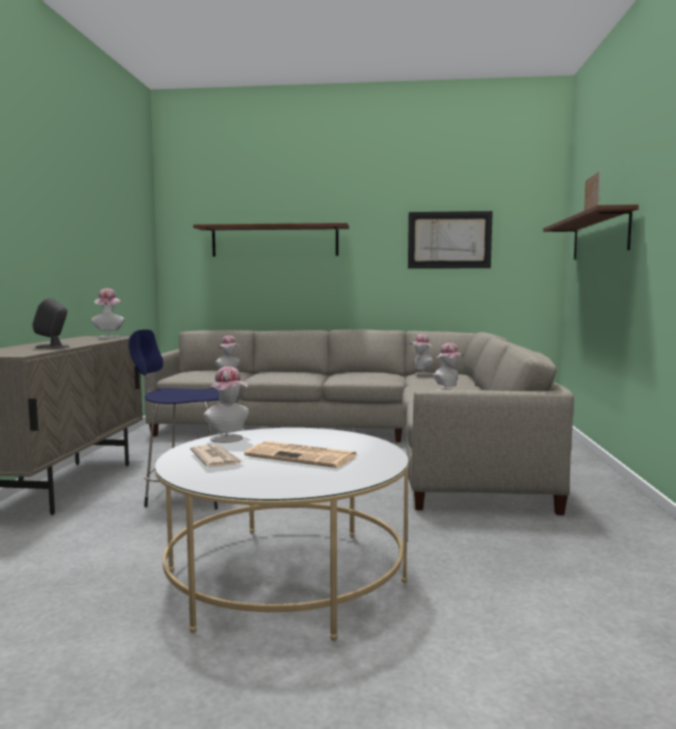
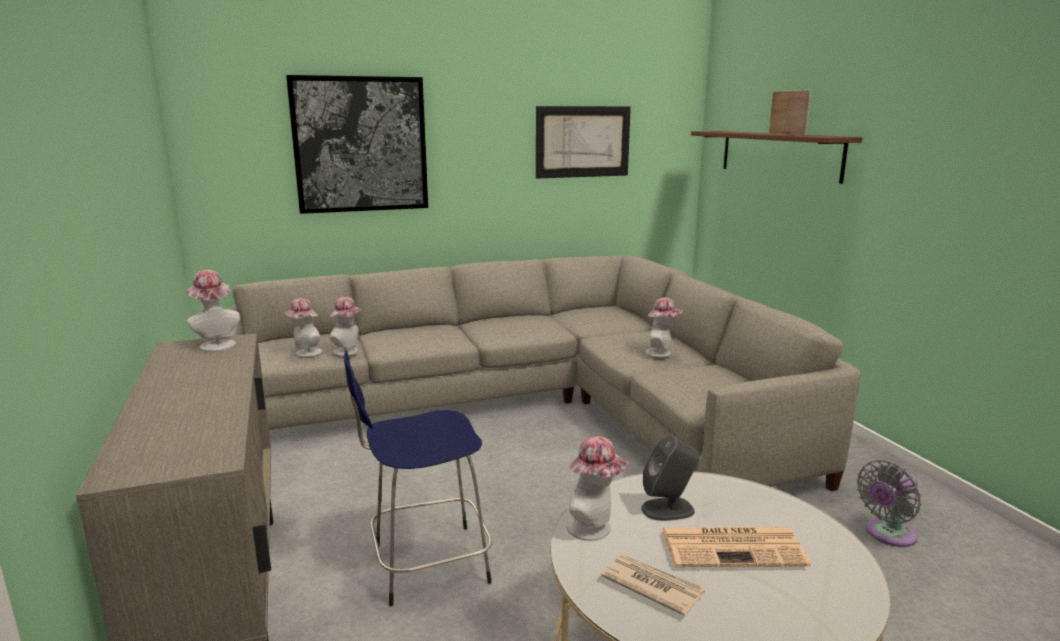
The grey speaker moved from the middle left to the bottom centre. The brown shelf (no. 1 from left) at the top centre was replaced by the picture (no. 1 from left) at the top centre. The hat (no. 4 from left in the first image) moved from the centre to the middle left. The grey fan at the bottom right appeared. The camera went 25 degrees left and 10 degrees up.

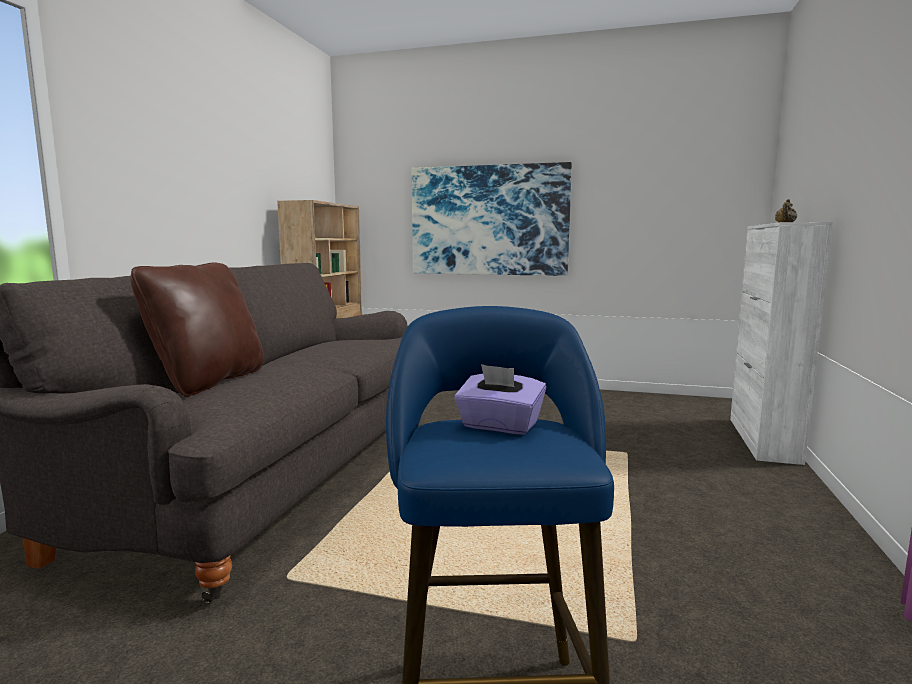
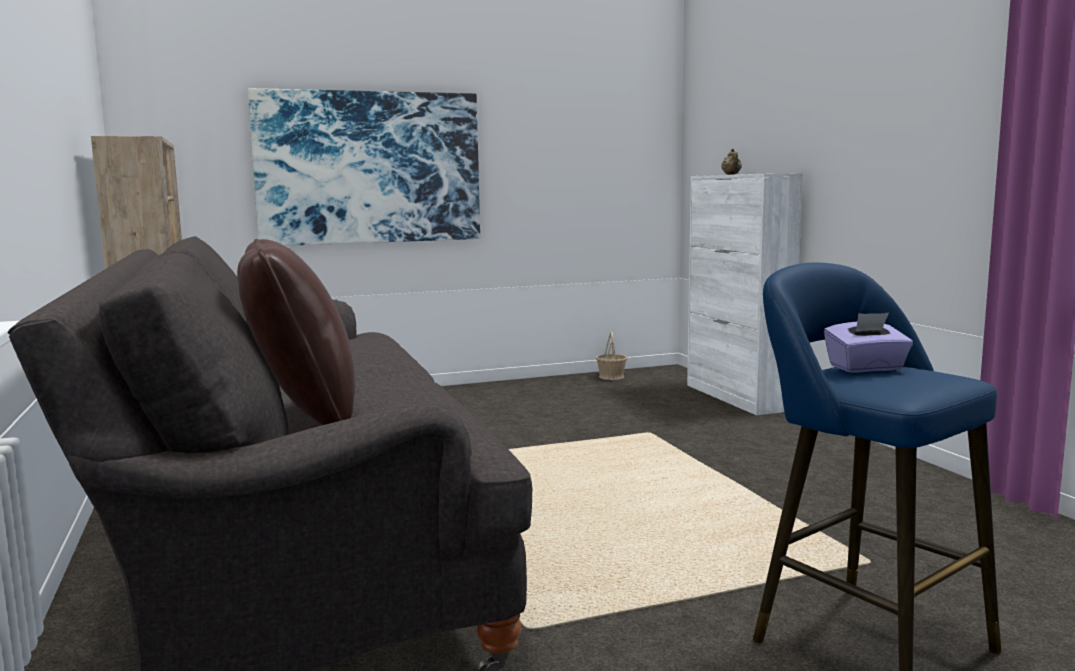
The basket at the centre appeared. The camera went 35 degrees left and 0 degrees up.

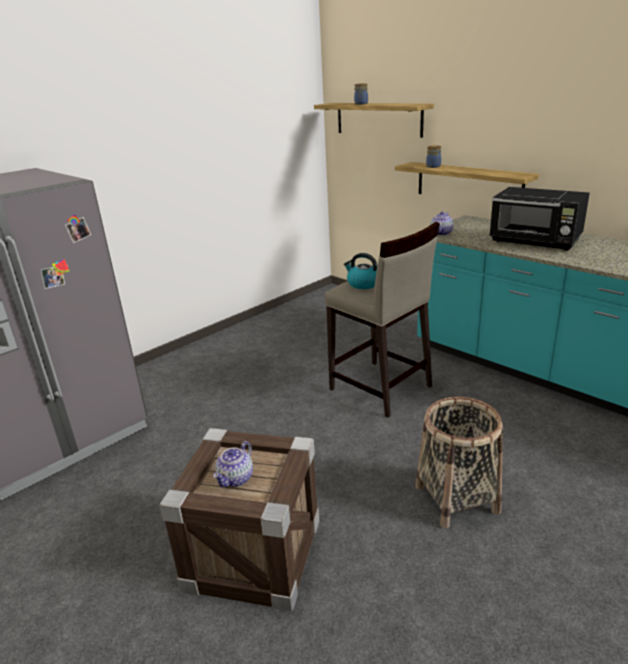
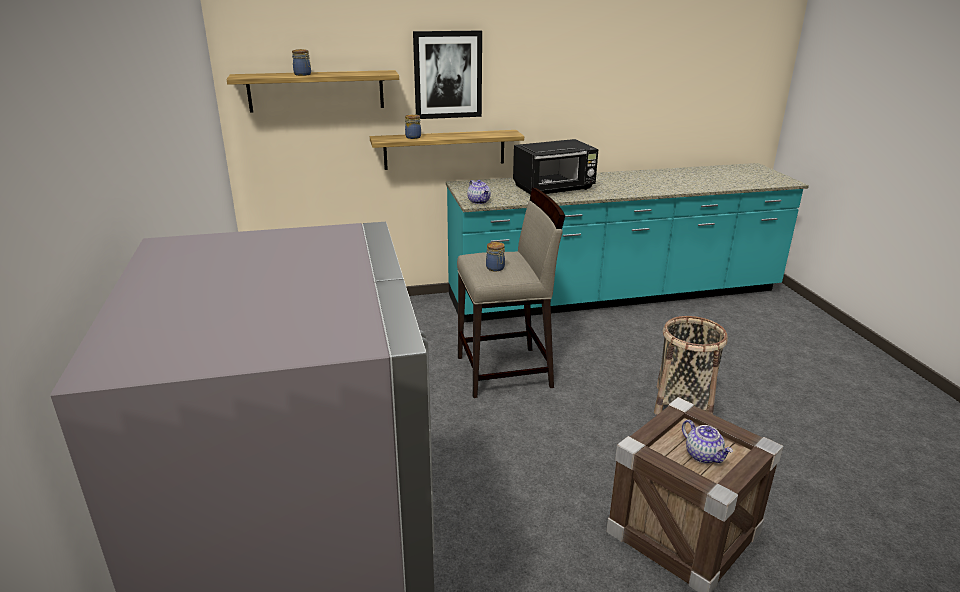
The kettle at the centre was replaced by the jar (no. 3 from left) at the centre. The picture at the top centre appeared. The camera went 60 degrees left and 0 degrees up.

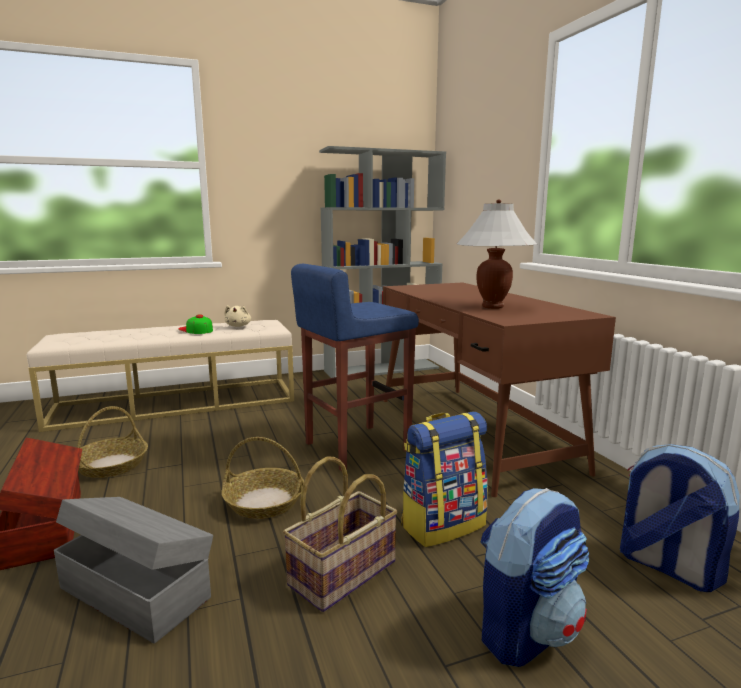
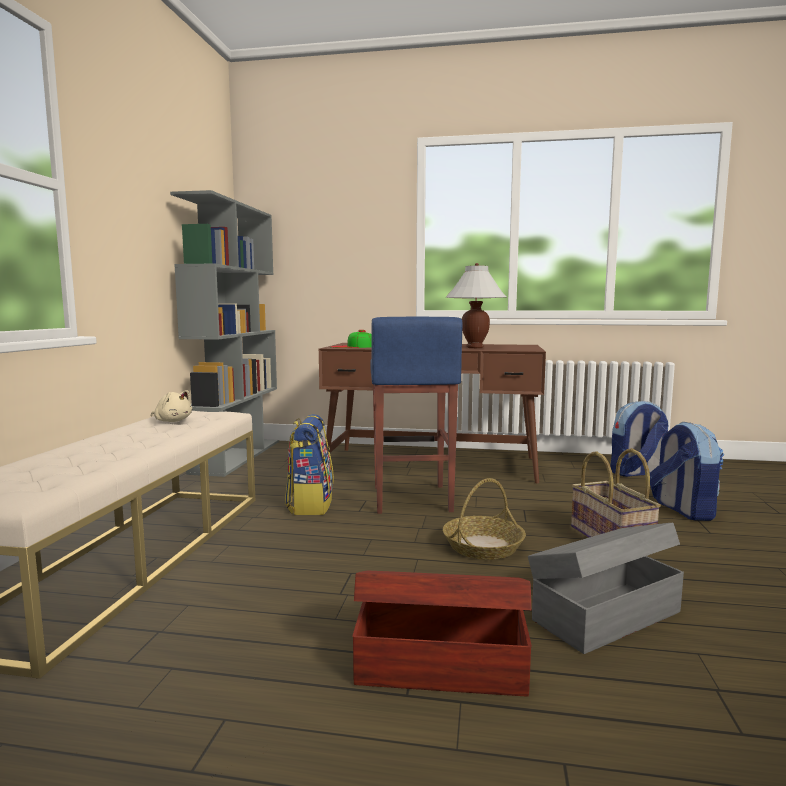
The basket (no. 1 from left) at the middle left disappeared. The cap moved from the middle left to the centre. The backpack (no. 1 from left) moved from the bottom centre to the centre. The camera went 60 degrees left and 5 degrees down.

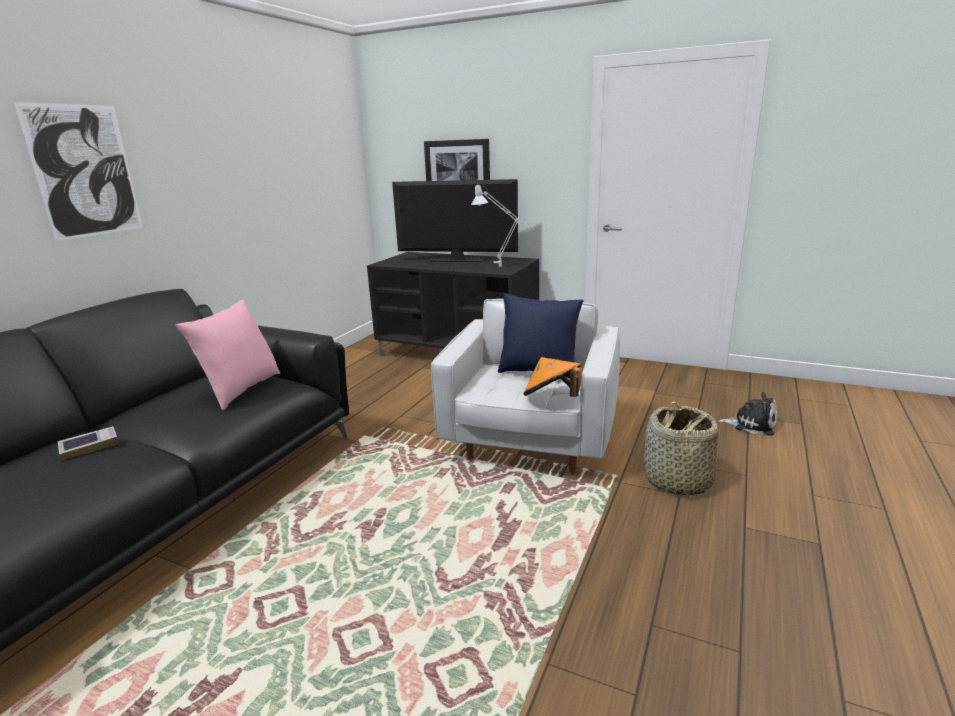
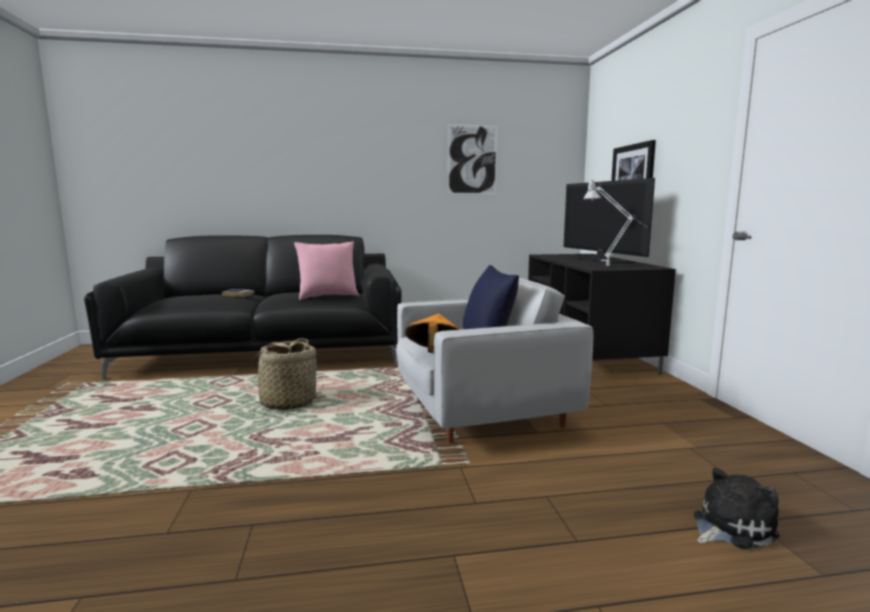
The picture (no. 1 from left) moved from the top left to the top centre. The basket moved from the middle right to the middle left. The plush toy at the middle right turned 105 degrees counterclockwise. The camera went 55 degrees right and 10 degrees down.

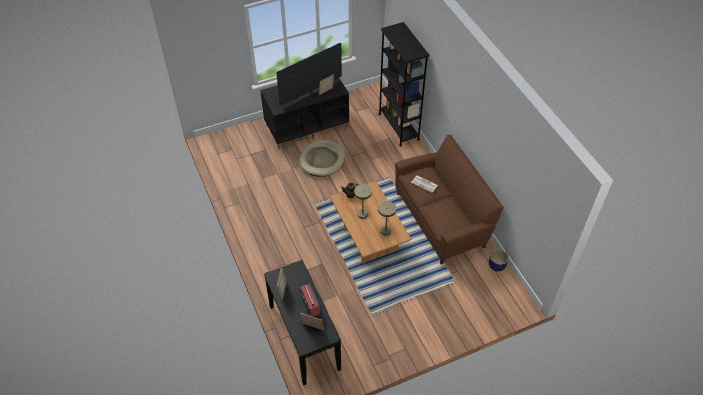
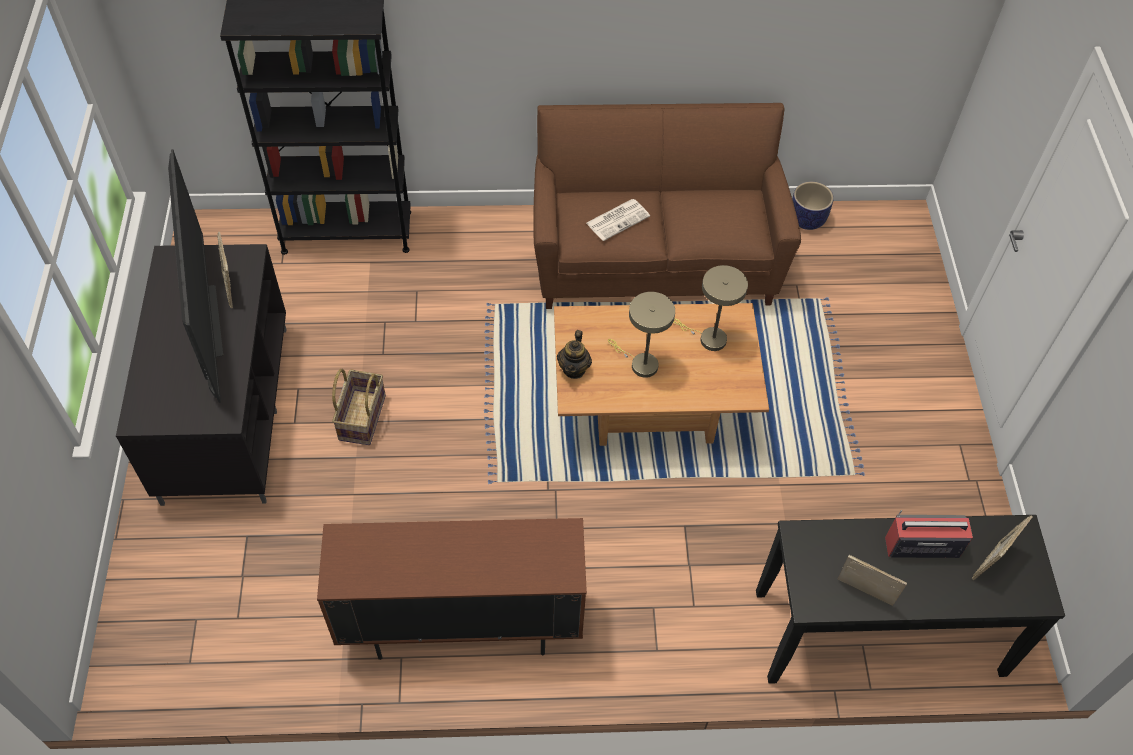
The beige dog bed at the centre was replaced by the basket at the middle left. The brown cabinet at the bottom centre appeared. The camera went 70 degrees left and 5 degrees up.

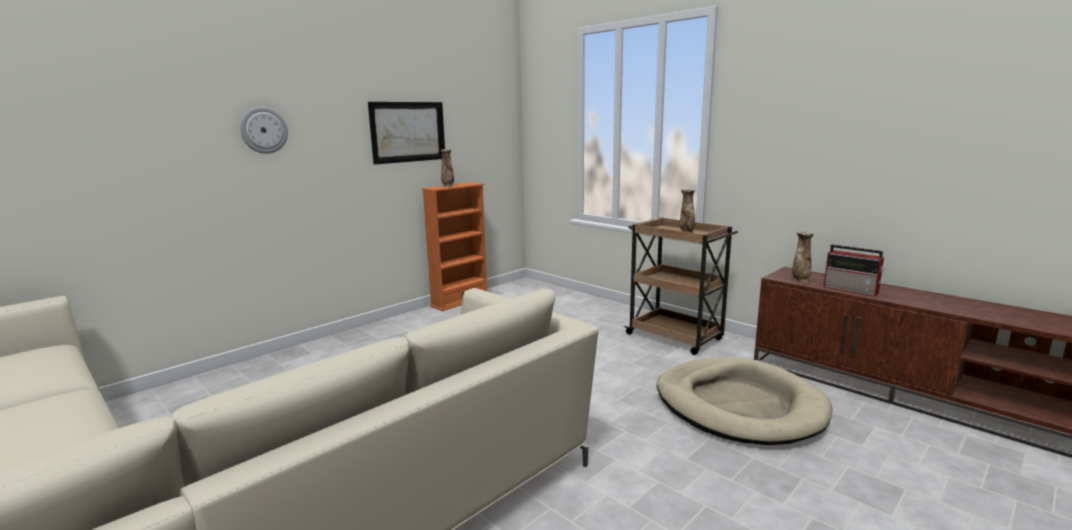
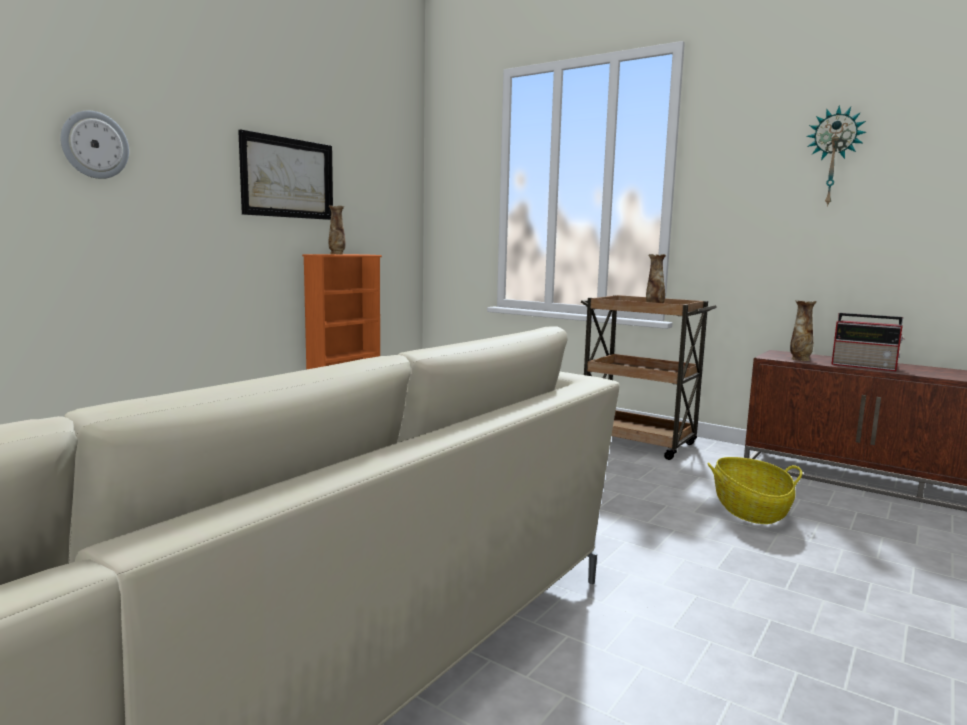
The beige dog bed at the bottom right was replaced by the basket at the bottom right. The wall clock (no. 2 from left) at the top right appeared. The camera went 10 degrees left and 5 degrees down.

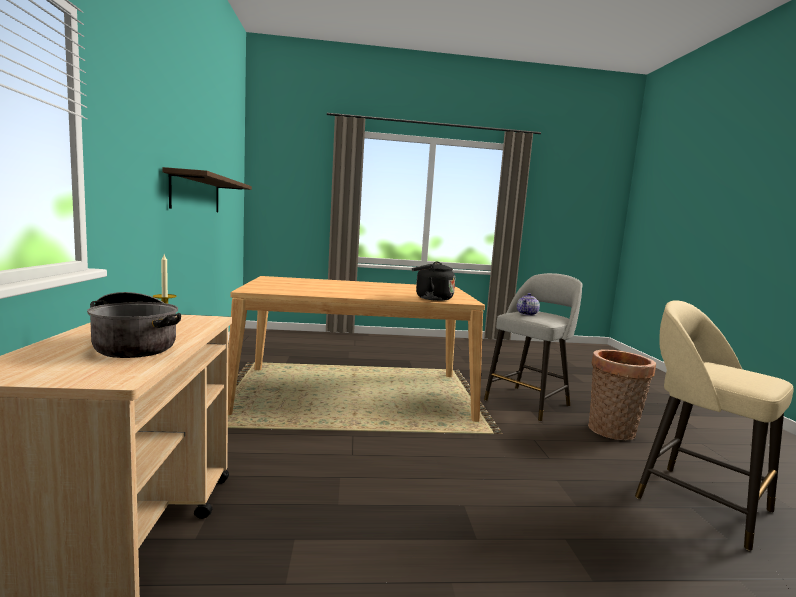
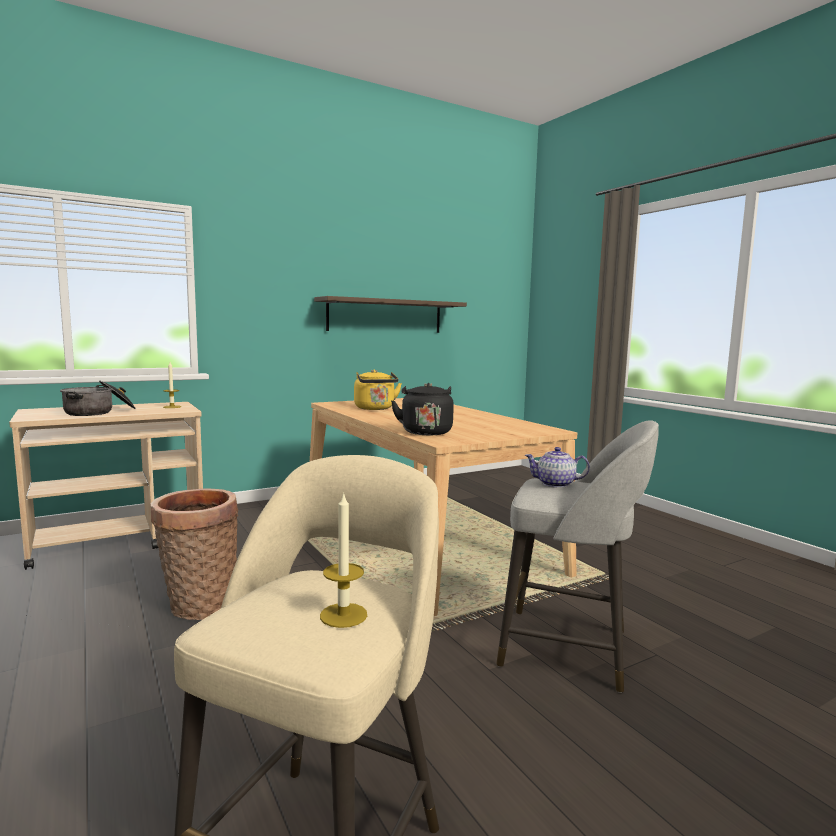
The basket moved from the middle right to the middle left. The candle (no. 2 from left) at the bottom centre appeared. The yellow kettle at the centre appeared. The camera went 65 degrees right and 0 degrees up.

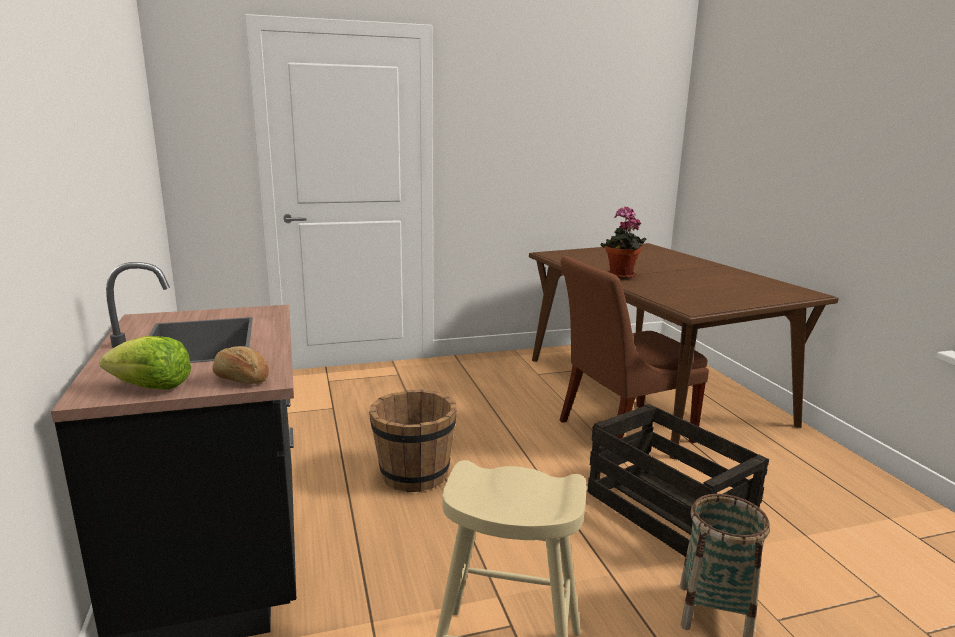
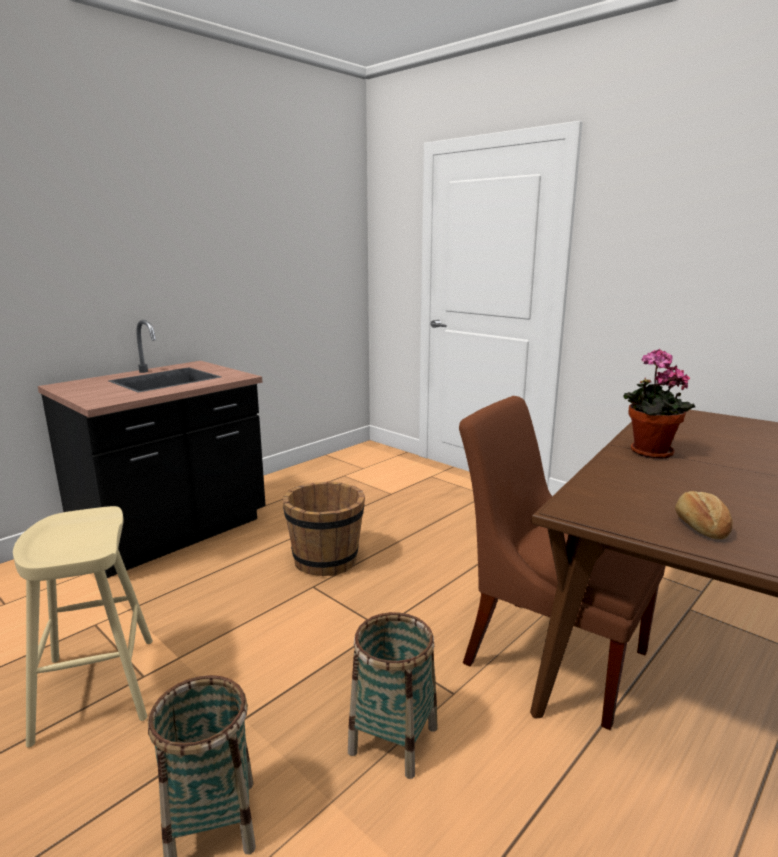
The lettuce at the middle left disappeared. The bread moved from the middle left to the middle right. The crate at the bottom right was replaced by the basket (no. 2 from left) at the bottom centre. The camera went 60 degrees right and 0 degrees up.

